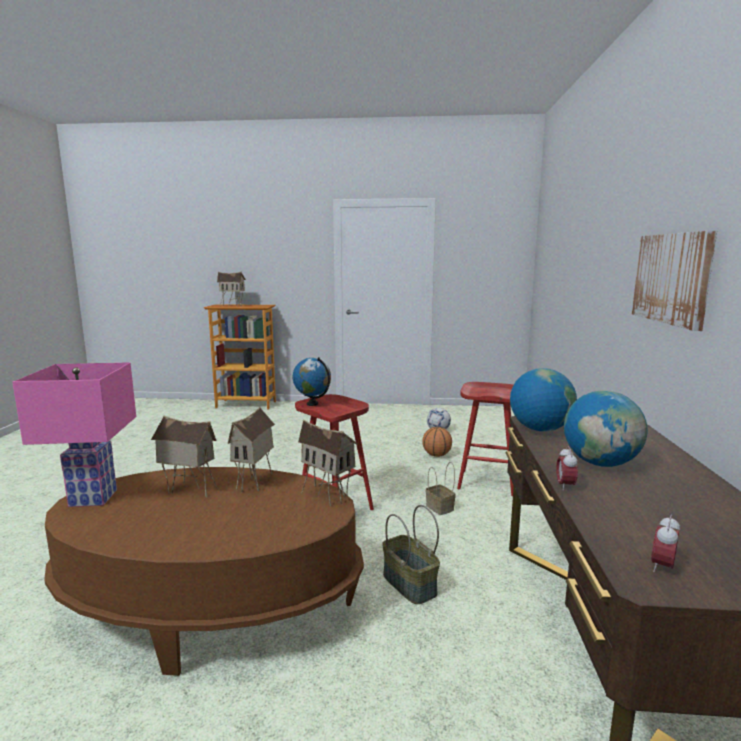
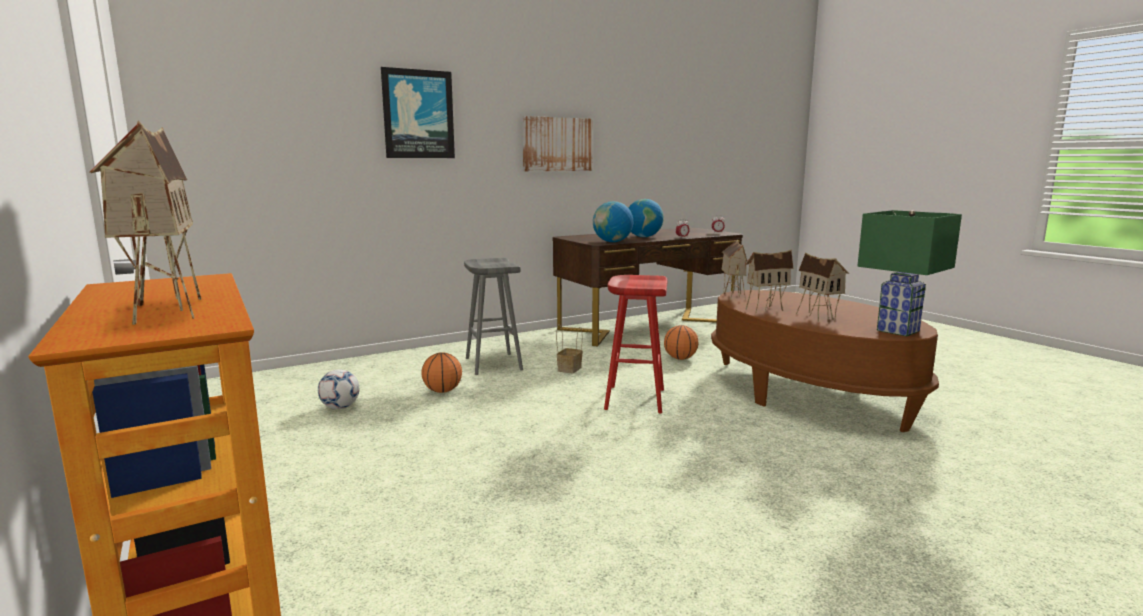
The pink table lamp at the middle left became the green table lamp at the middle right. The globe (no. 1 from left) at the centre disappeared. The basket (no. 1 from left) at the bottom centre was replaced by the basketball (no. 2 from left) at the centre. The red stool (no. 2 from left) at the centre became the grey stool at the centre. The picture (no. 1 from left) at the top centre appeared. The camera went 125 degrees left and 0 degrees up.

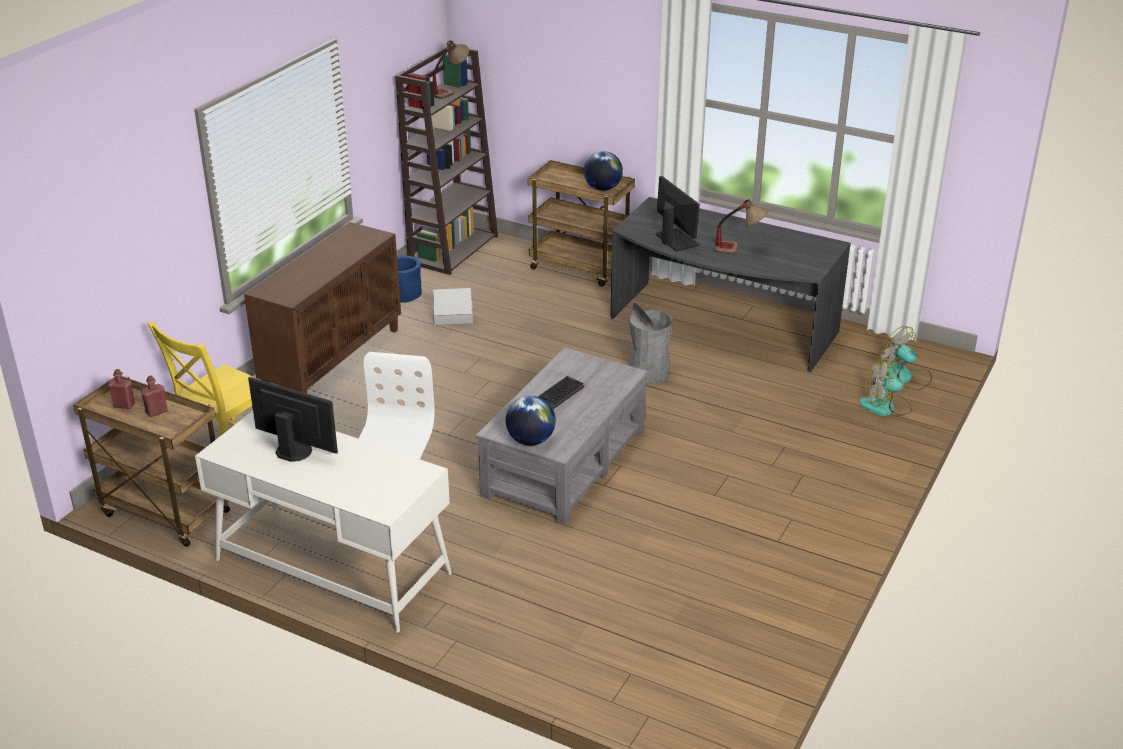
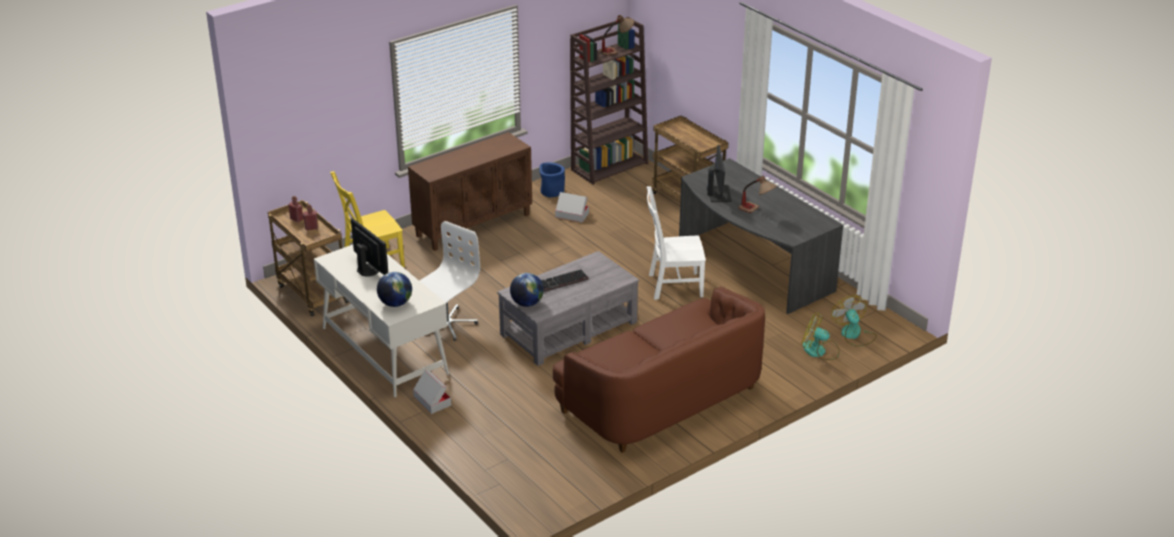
The globe (no. 2 from left in the first image) moved from the top centre to the centre. The grey trash can at the centre was replaced by the white chair at the centre. The cardboard box (no. 1 from left) at the bottom centre appeared. The brown sofa at the bottom centre appeared. The camera went 25 degrees right and 0 degrees up.

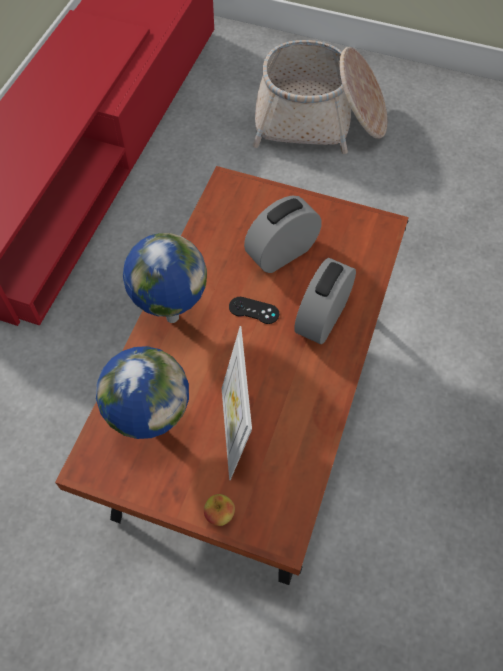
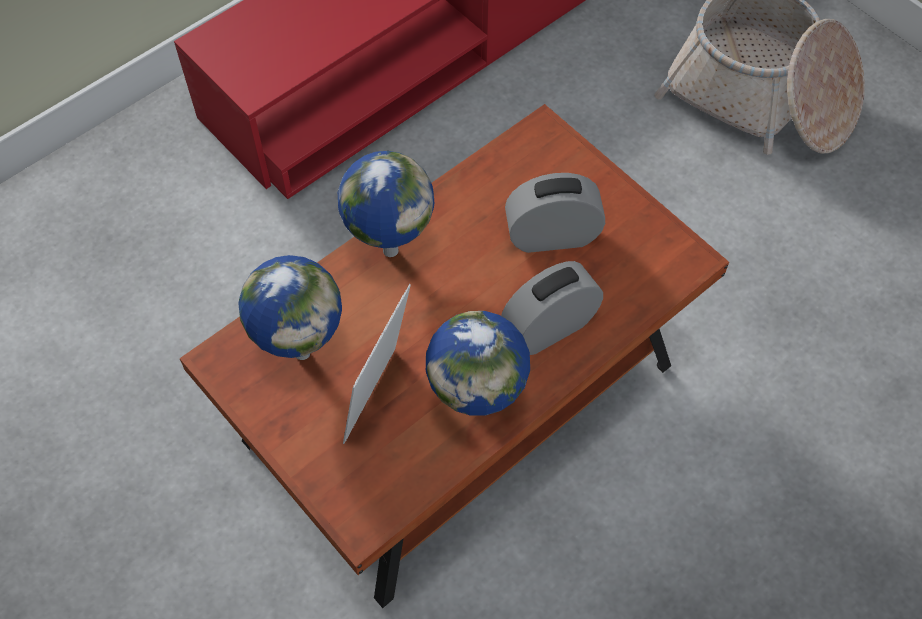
The apple at the bottom centre disappeared. The black game controller at the centre disappeared. The globe (no. 3 from left) at the centre appeared. The camera went 30 degrees right and 0 degrees up.

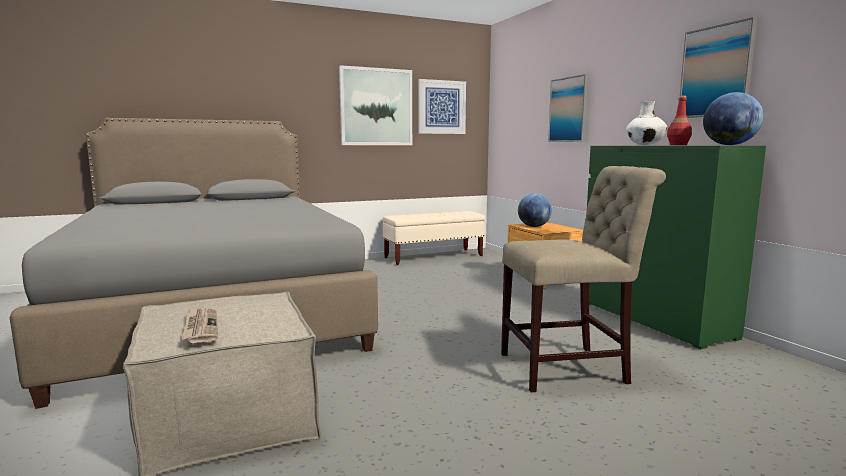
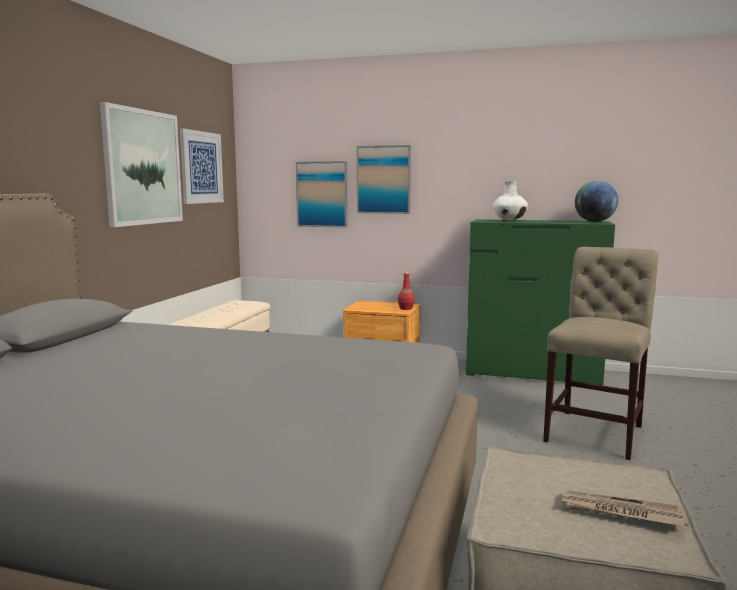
The globe (no. 1 from left) at the centre disappeared. The red bottle moved from the top right to the centre. The picture (no. 4 from left in the first image) moved from the top right to the top centre. The camera went 50 degrees left and 0 degrees up.

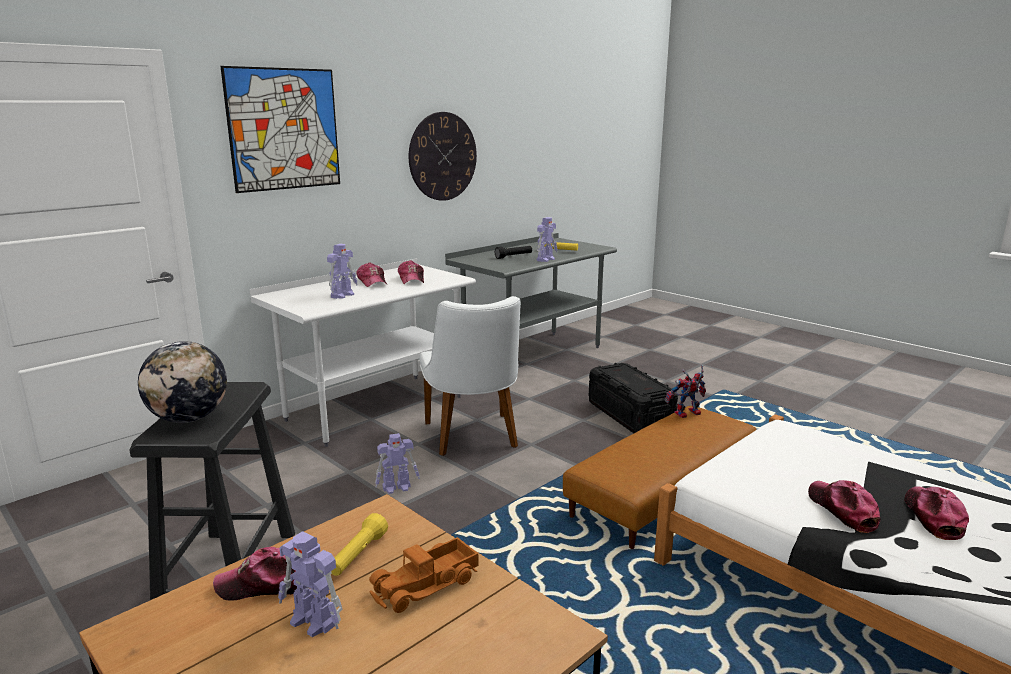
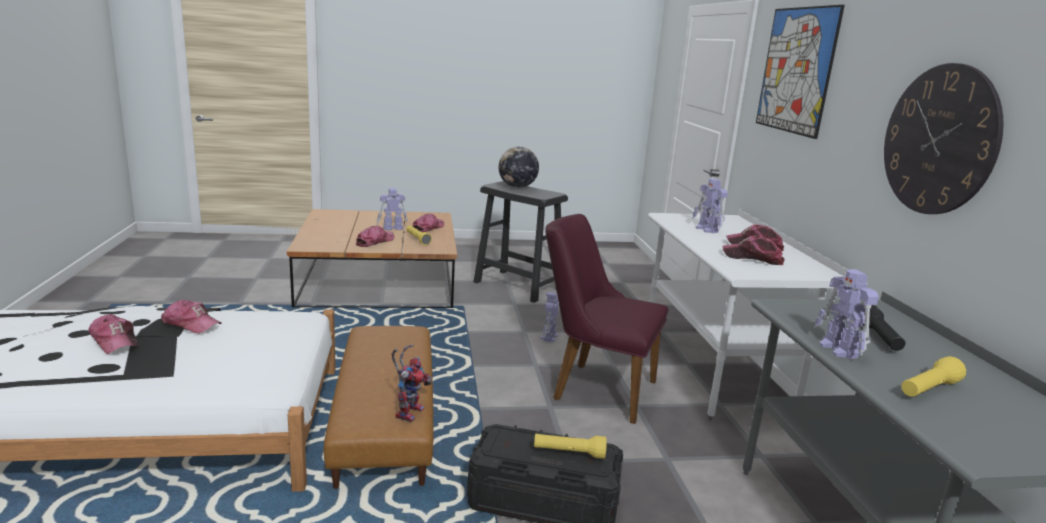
The toy truck at the bottom centre was replaced by the cap (no. 3 from left) at the centre. The white chair at the centre became the purple chair at the centre. The yellow flashlight (no. 2 from left) at the bottom centre appeared. The camera went 125 degrees right and 0 degrees up.

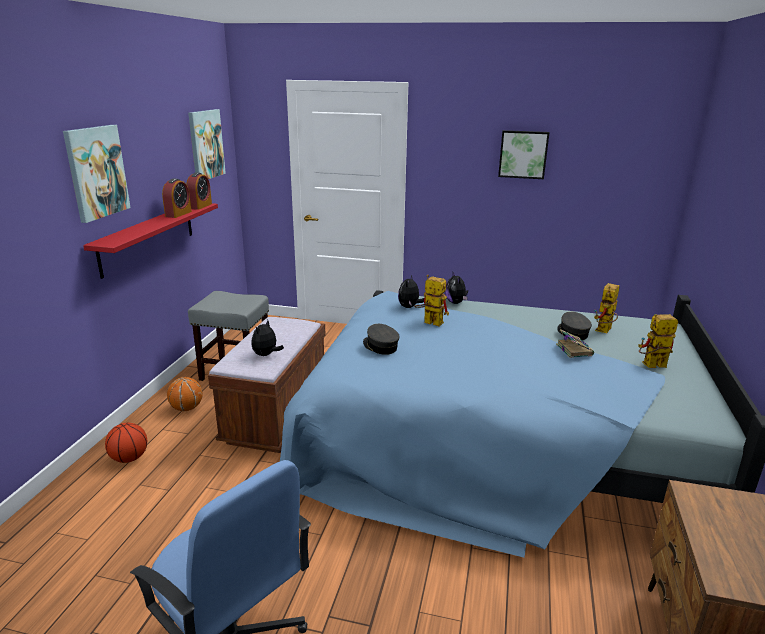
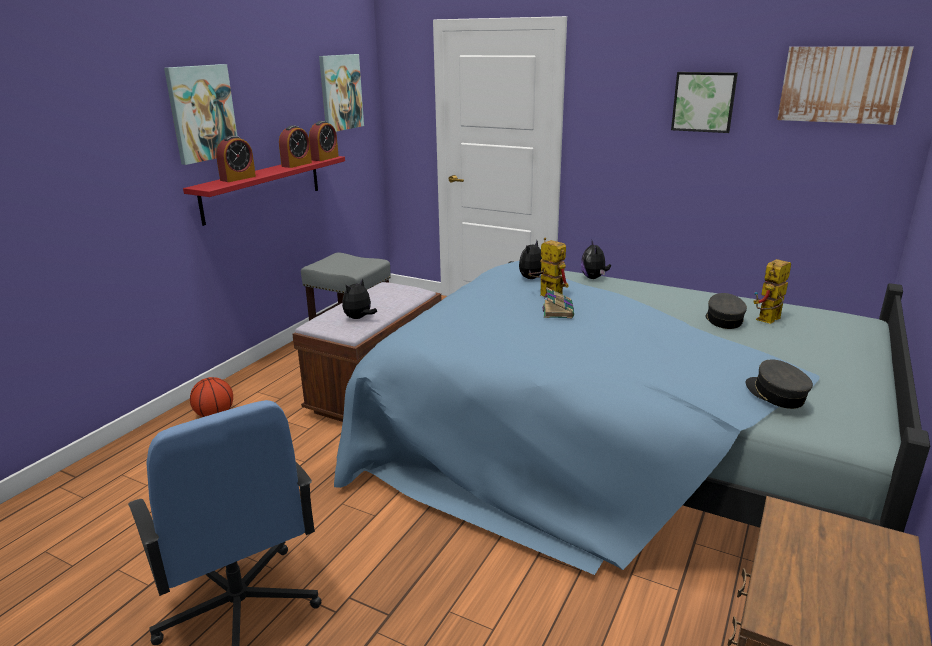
The basketball (no. 2 from left) at the middle left disappeared. The grey cap (no. 1 from left in the first image) moved from the centre to the middle right. The book moved from the middle right to the centre. The toy robot (no. 3 from left) at the middle right disappeared. The alarm clock (no. 1 from left) at the top left appeared. The picture (no. 4 from left) at the top right appeared. The camera went 15 degrees right and 0 degrees up.

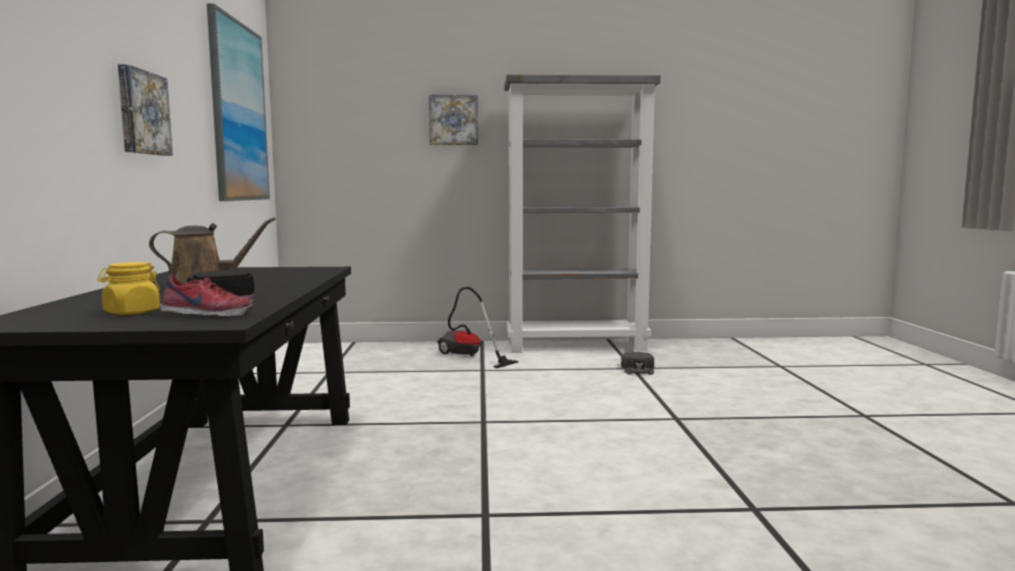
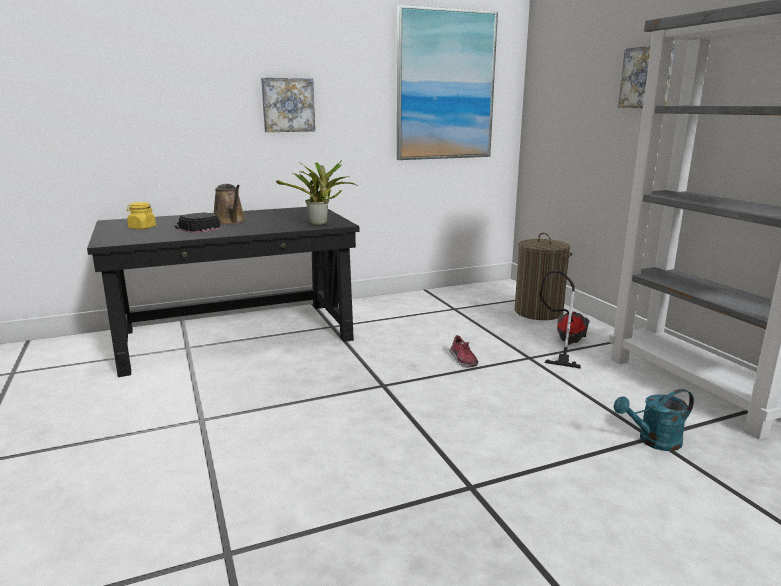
The shoe moved from the middle left to the centre. The black cap (no. 2 from left) at the centre was replaced by the turquoise watering can at the bottom right. The potted plant at the top centre appeared. The laundry basket at the middle right appeared. The camera went 70 degrees right and 10 degrees up.

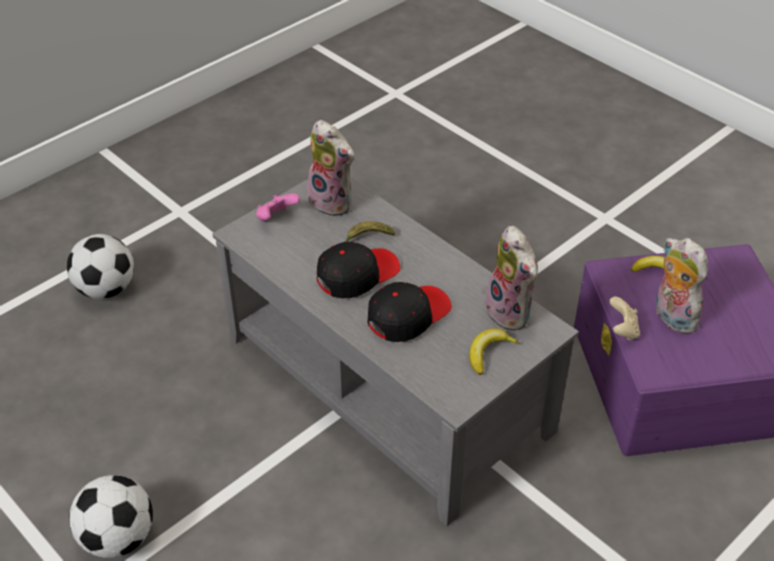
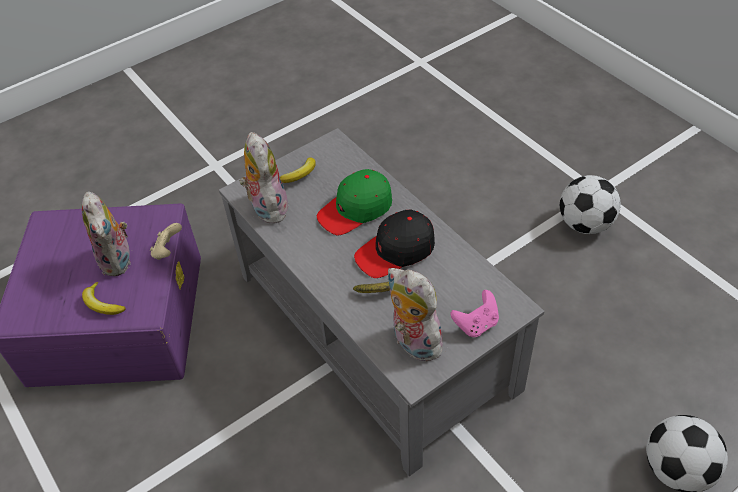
The black cap (no. 2 from left) at the centre became the green cap at the centre. The camera went 170 degrees left and 5 degrees up.

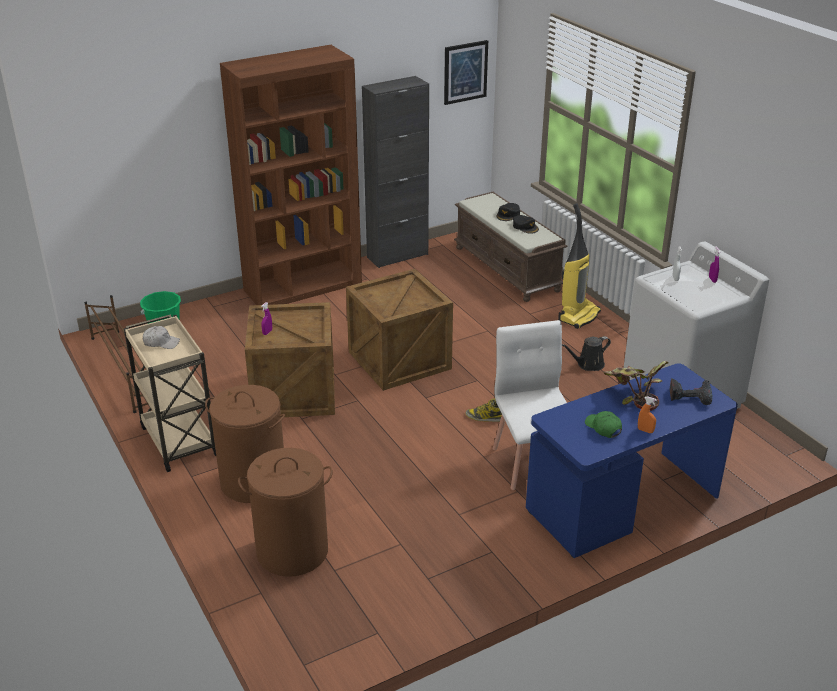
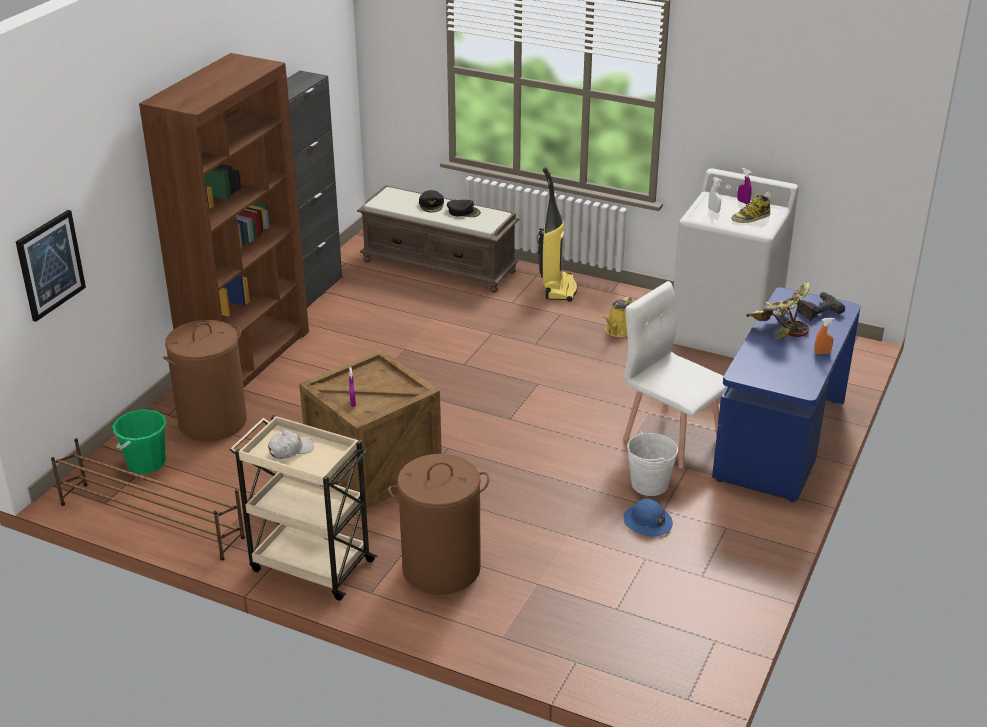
The brown laundry basket (no. 2 from left in the first image) moved from the bottom centre to the middle left. The crate (no. 2 from left) at the centre disappeared. The picture moved from the top centre to the middle left. The boot moved from the centre to the top right. The black watering can at the middle right became the yellow watering can at the centre. The green cap at the middle right disappeared. The blue hard hat at the bottom centre appeared. The white bucket at the centre appeared. The camera went 35 degrees left and 0 degrees up.

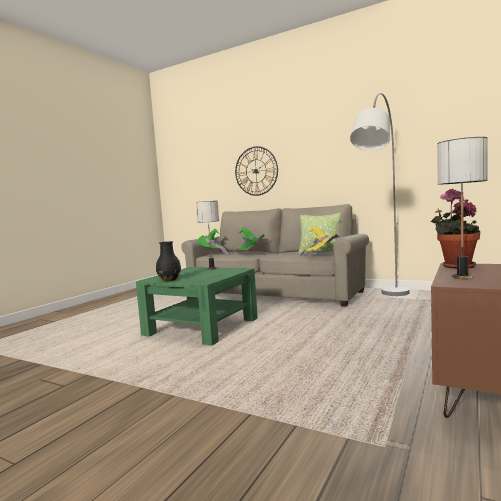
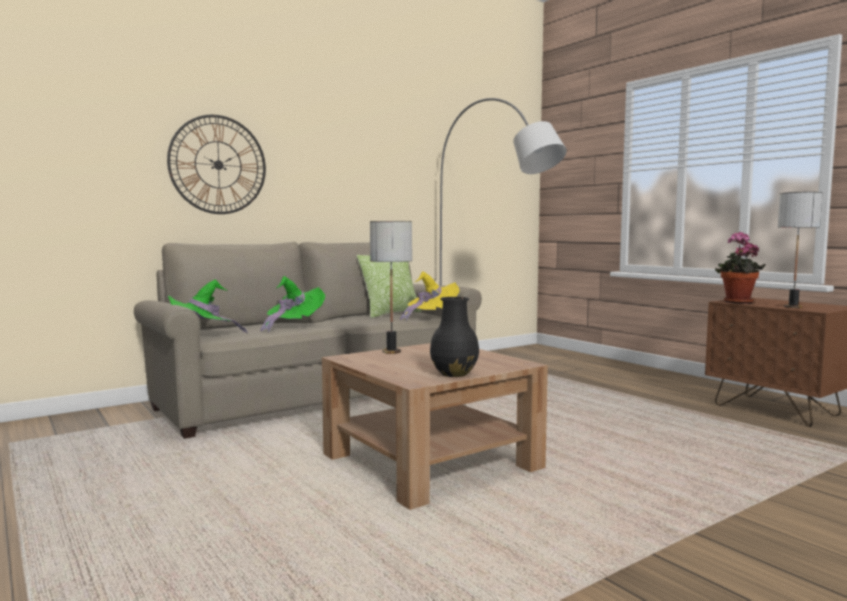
The green coffee table at the centre became the brown coffee table at the bottom centre. The camera went 65 degrees left and 0 degrees up.

